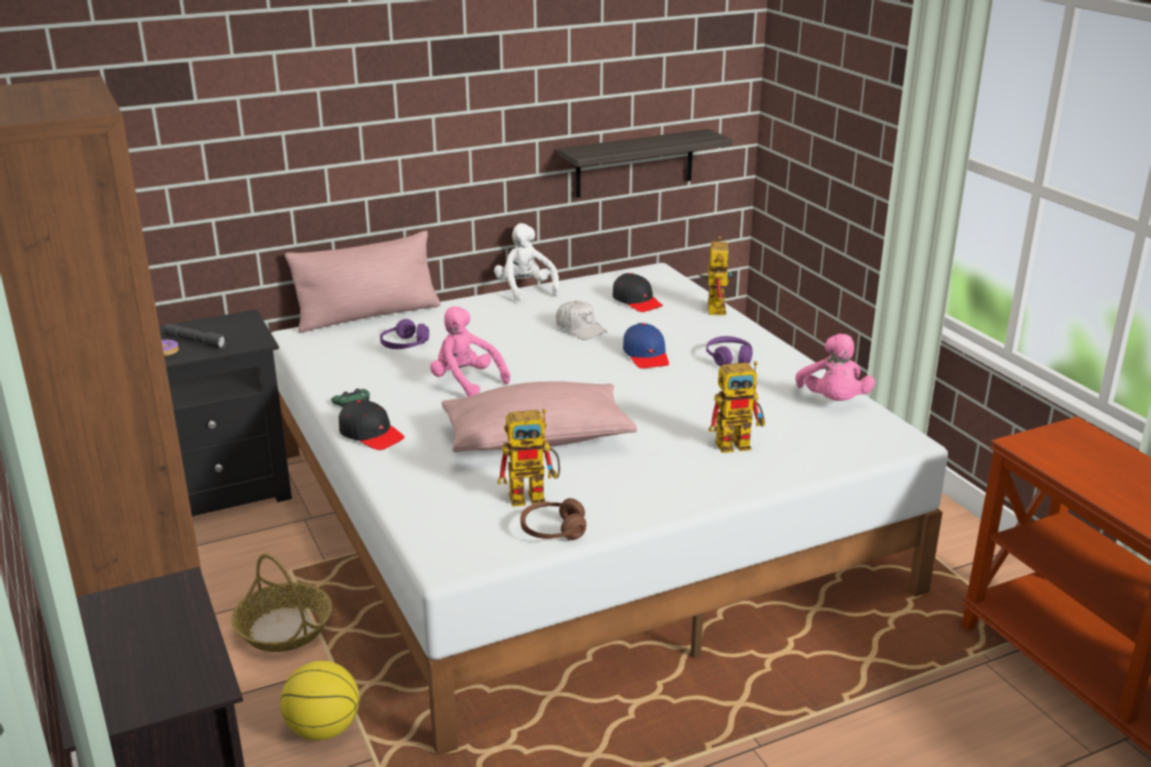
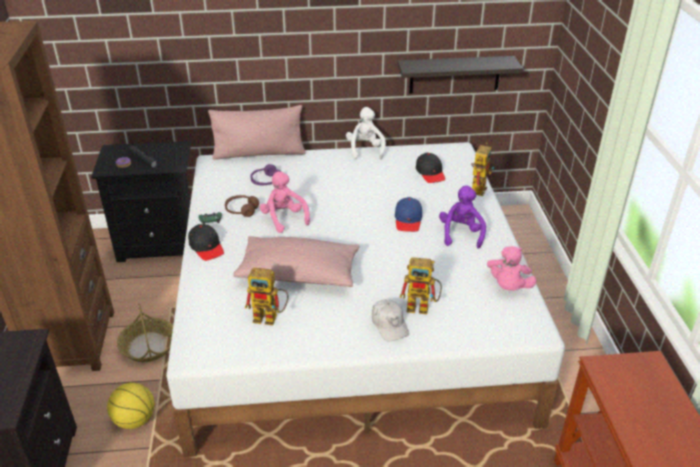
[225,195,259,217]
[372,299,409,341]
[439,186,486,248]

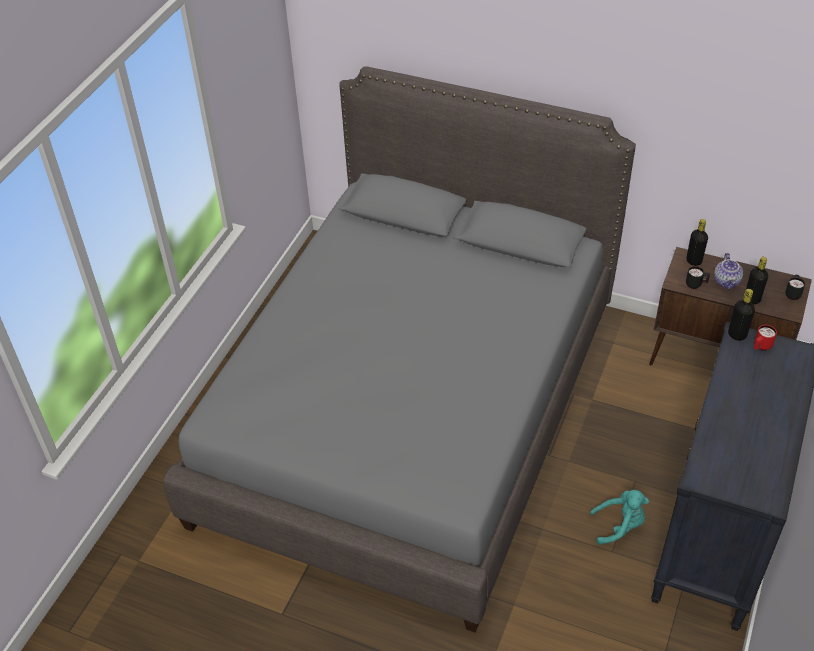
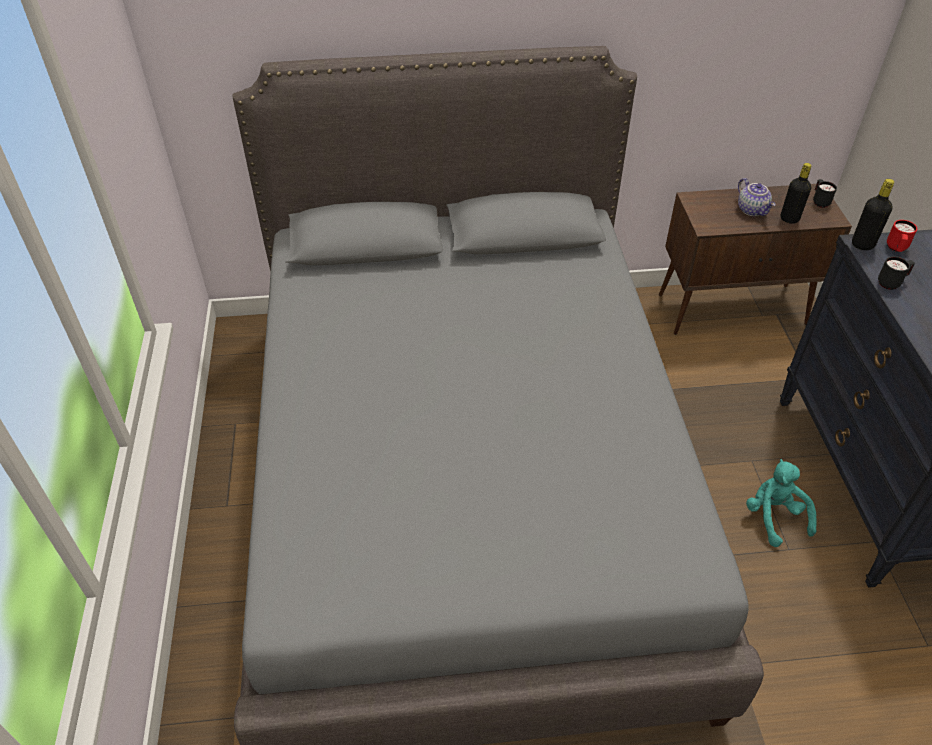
[746,459,817,547]
[878,256,915,290]
[687,219,708,266] (first image)

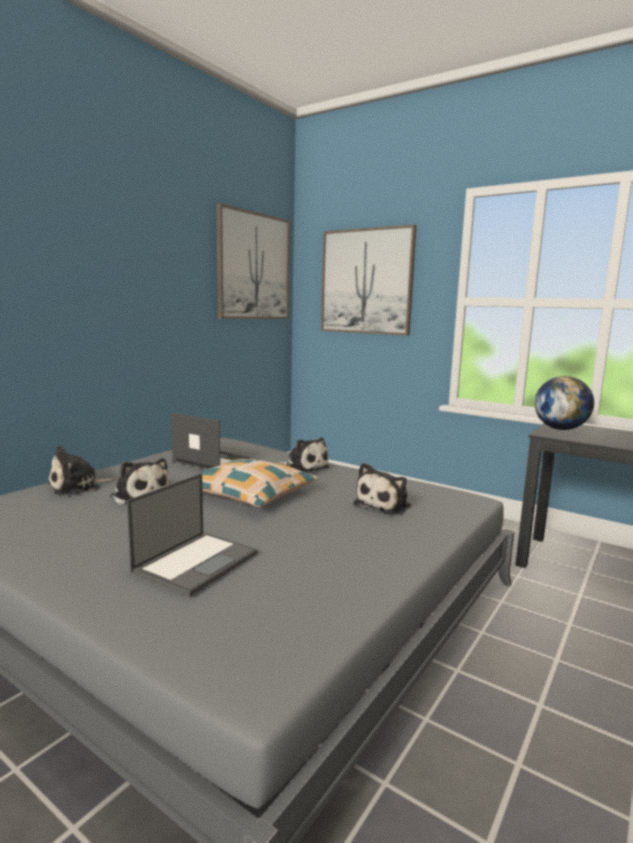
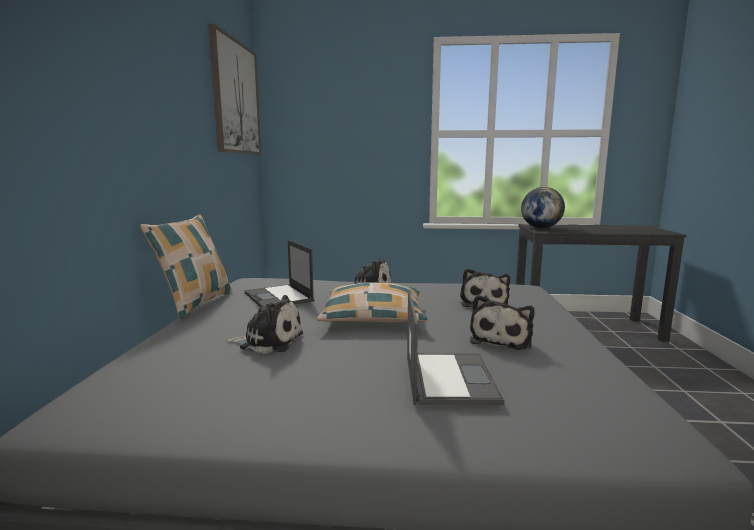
[140,214,232,320]
[245,240,314,307]
[470,295,534,350]
[321,225,417,336] (first image)

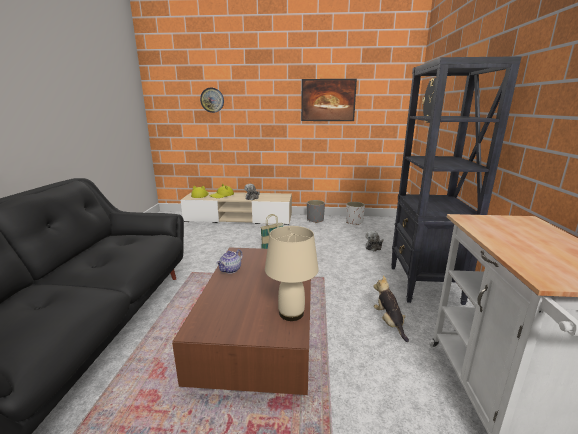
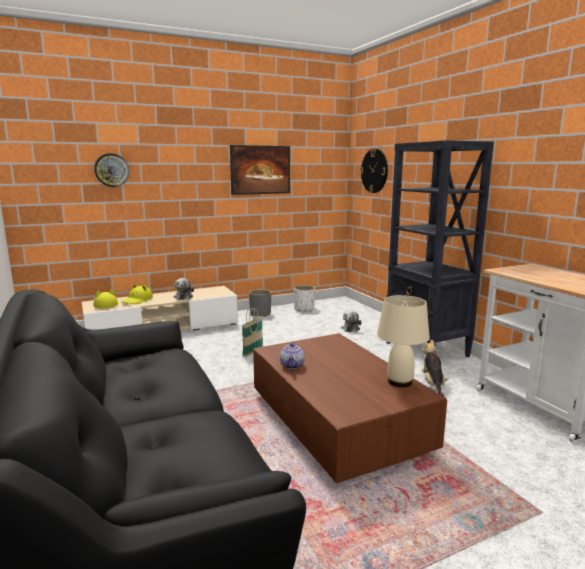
[422,340,449,397]

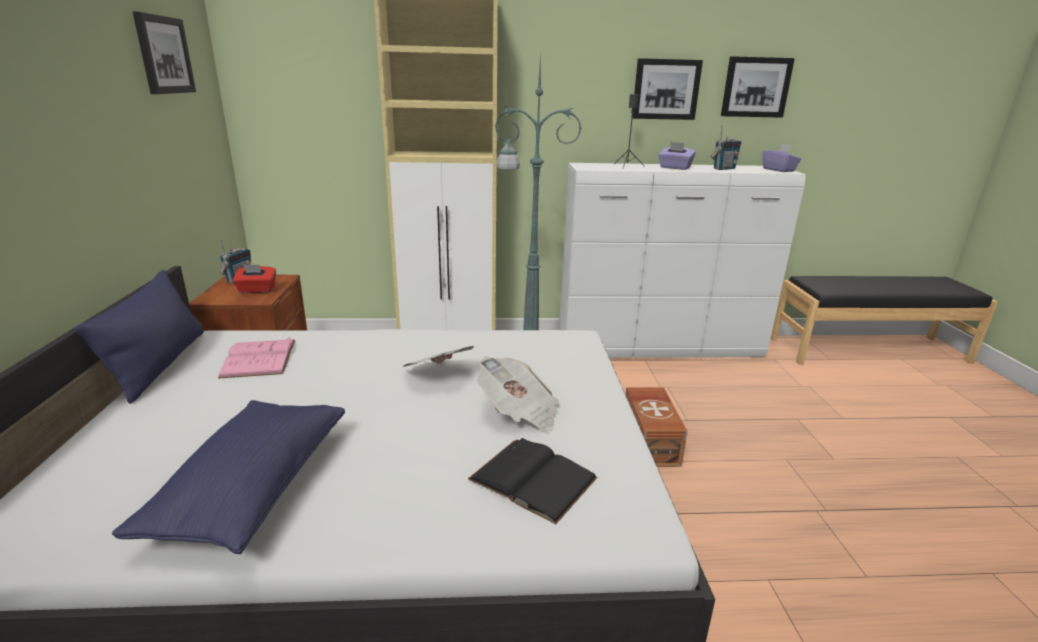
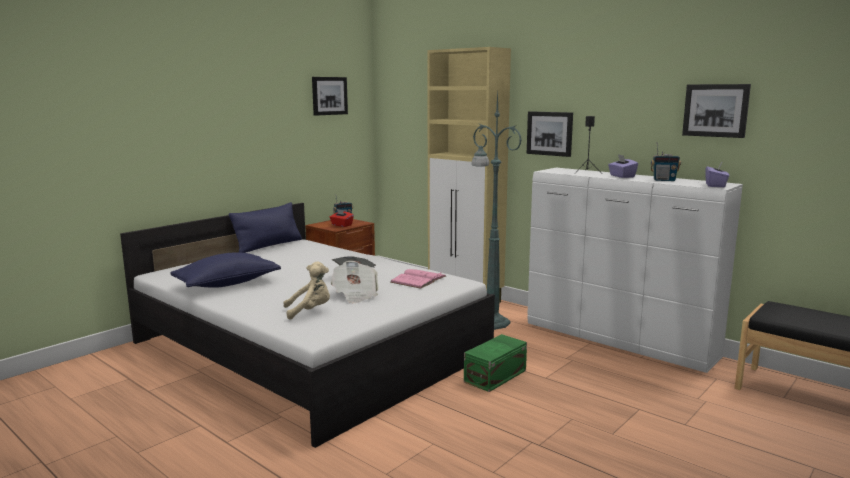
[283,261,330,320]
[390,269,446,289]
[464,334,527,392]
[527,111,573,157]

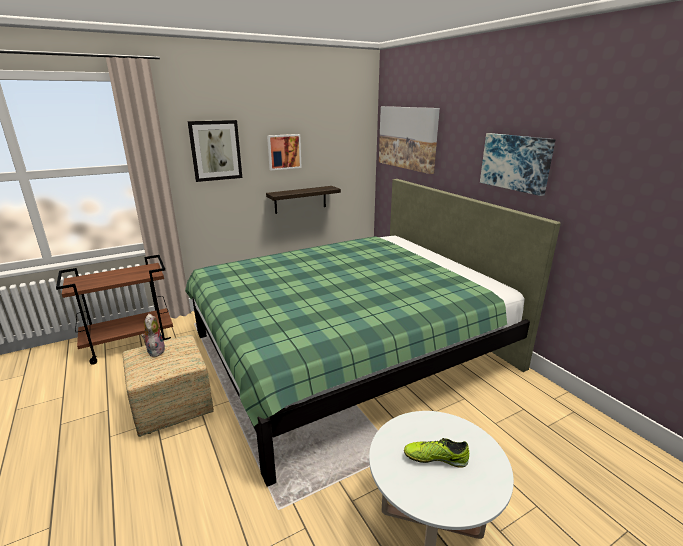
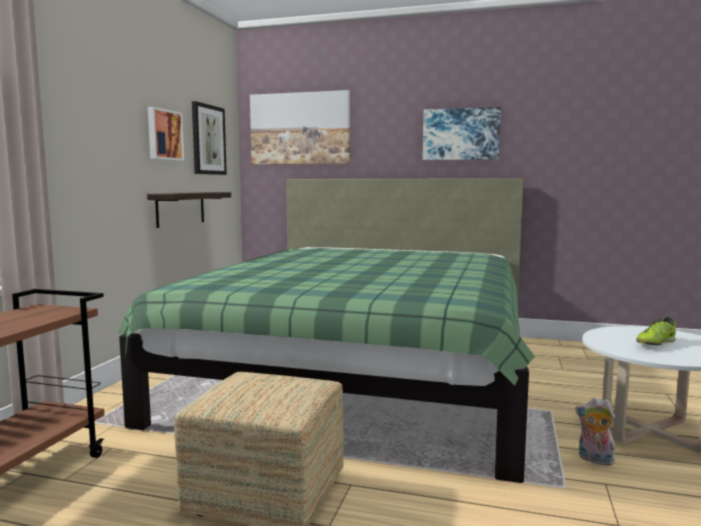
[192,101,227,175]
[575,398,618,466]

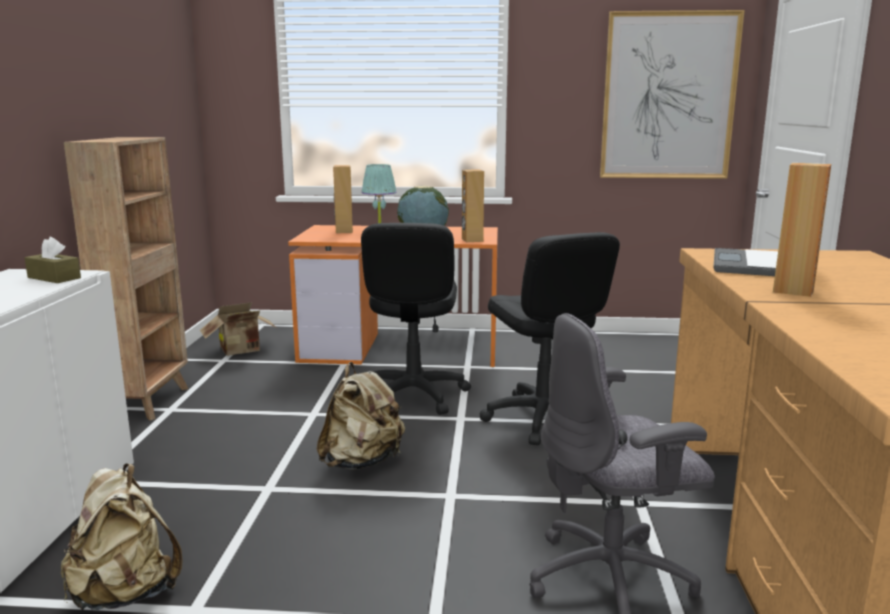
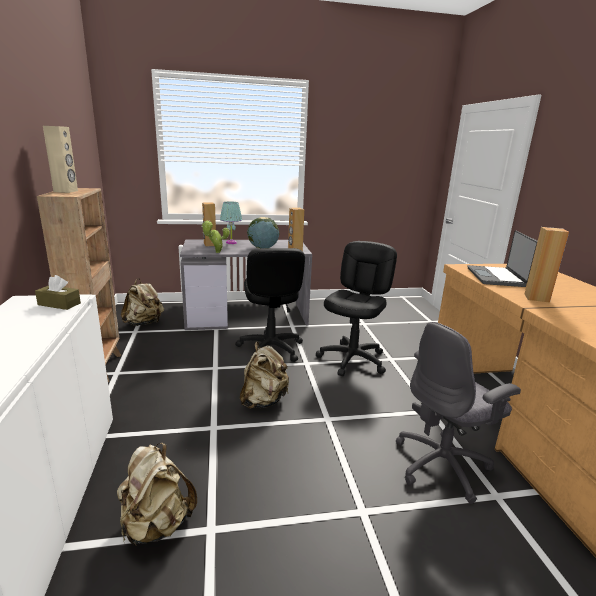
[43,126,78,193]
[121,278,164,326]
[180,240,312,330]
[201,221,230,253]
[316,241,397,376]
[600,10,745,179] (first image)

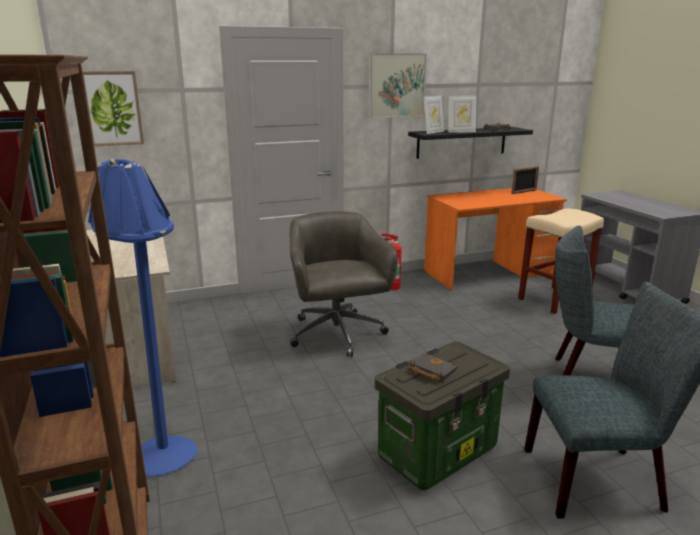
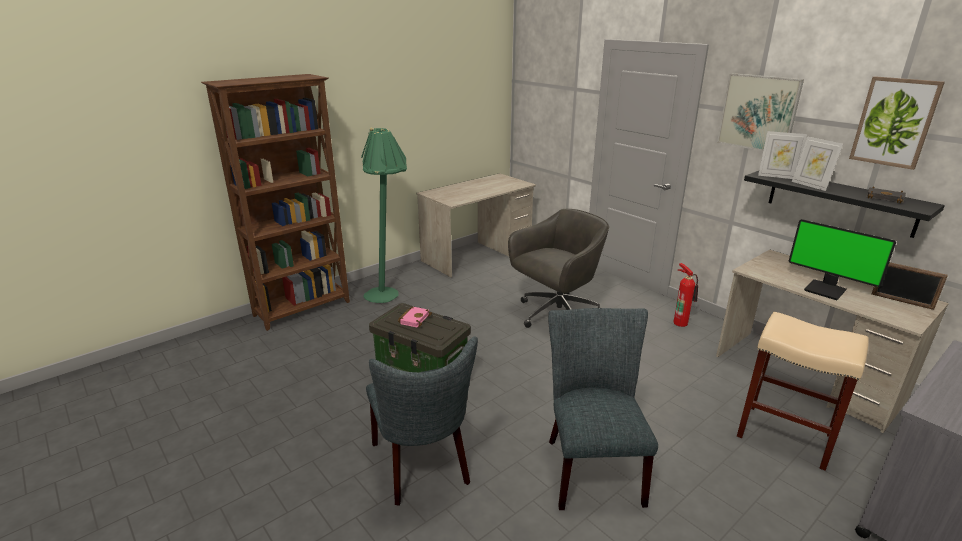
[361,128,407,303]
[398,307,432,327]
[716,250,949,433]
[789,219,896,300]
[849,76,945,170]

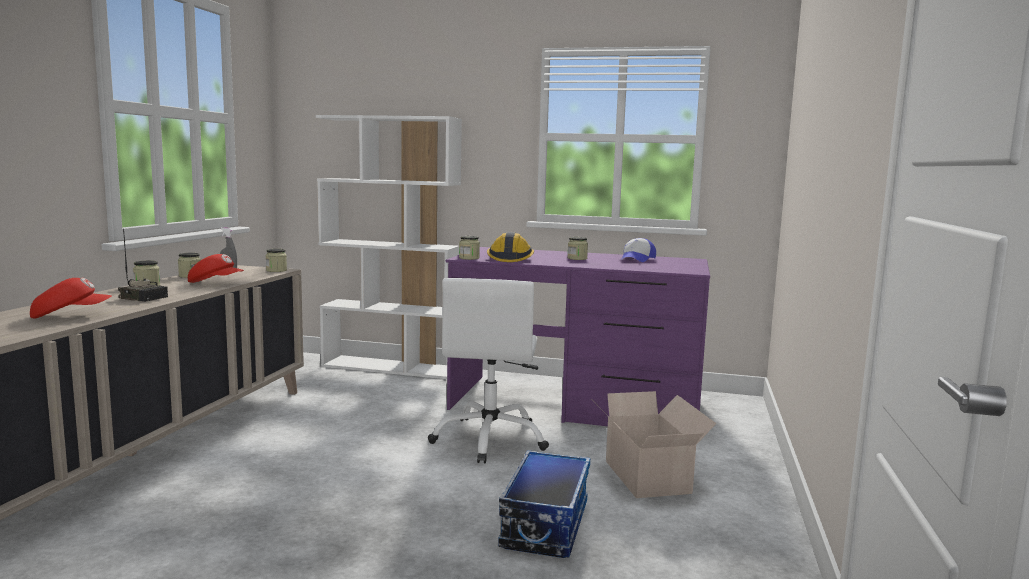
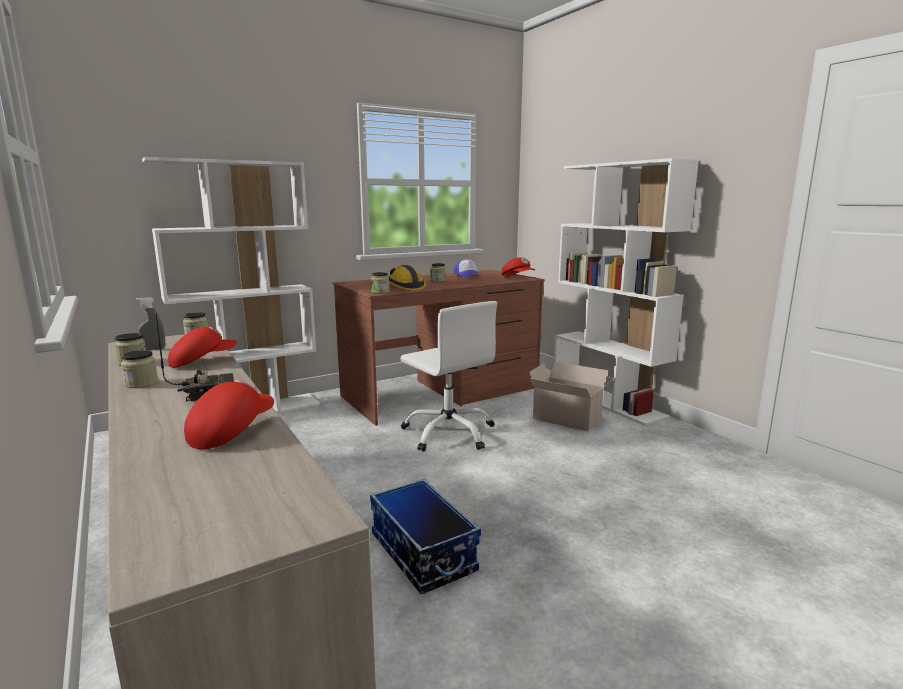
[332,270,545,426]
[370,479,481,594]
[501,257,535,276]
[554,158,699,426]

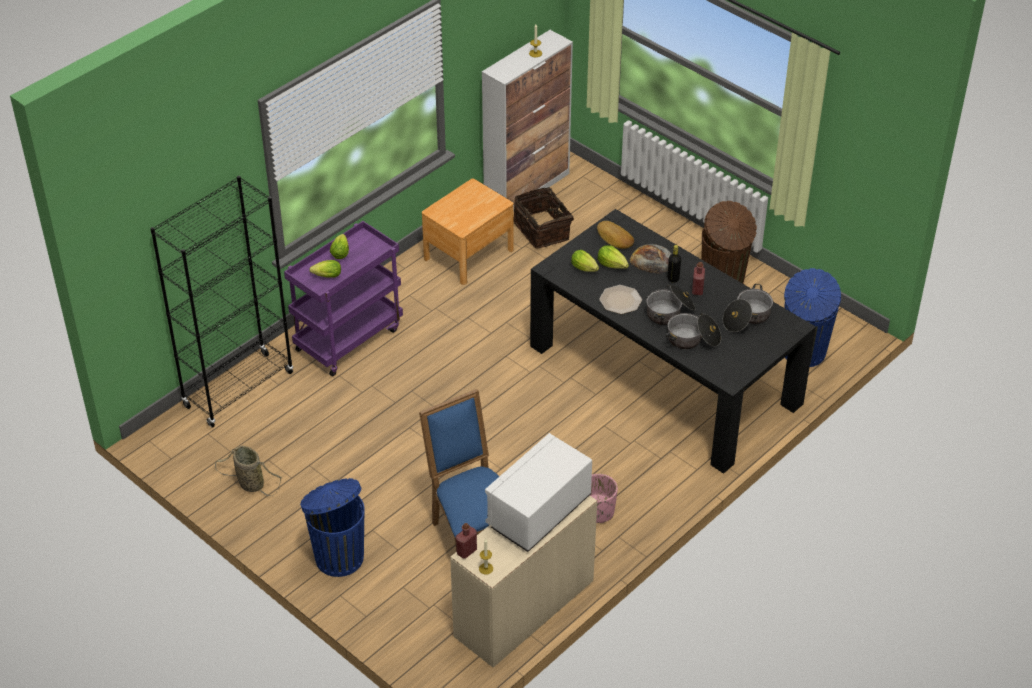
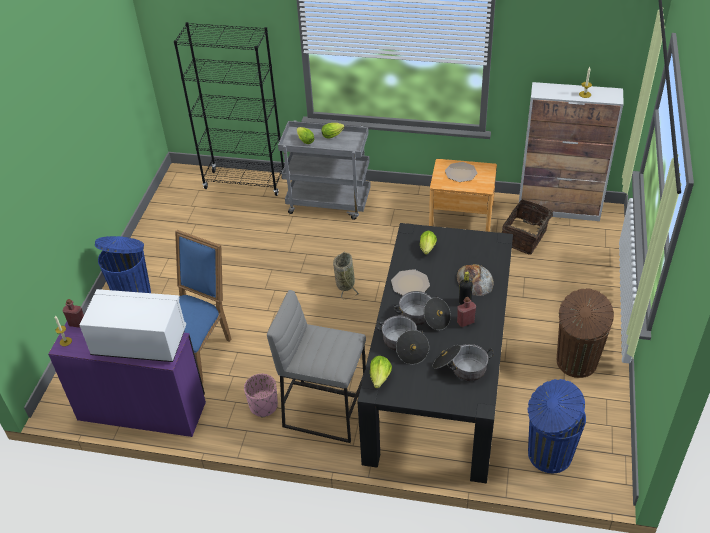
[48,322,206,437]
[267,290,366,443]
[278,120,371,220]
[333,252,359,300]
[370,356,392,388]
[445,162,477,182]
[597,221,634,249] (first image)

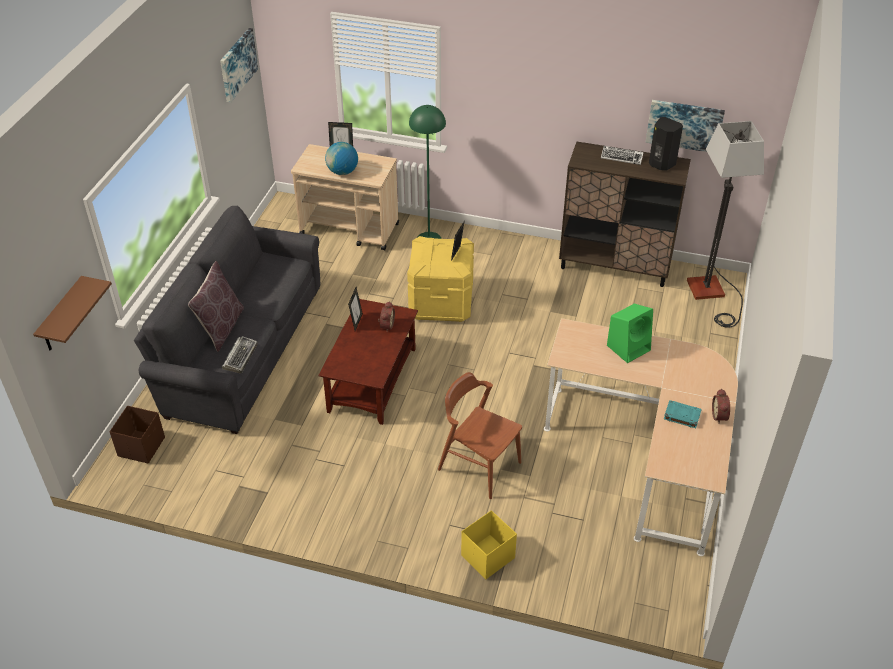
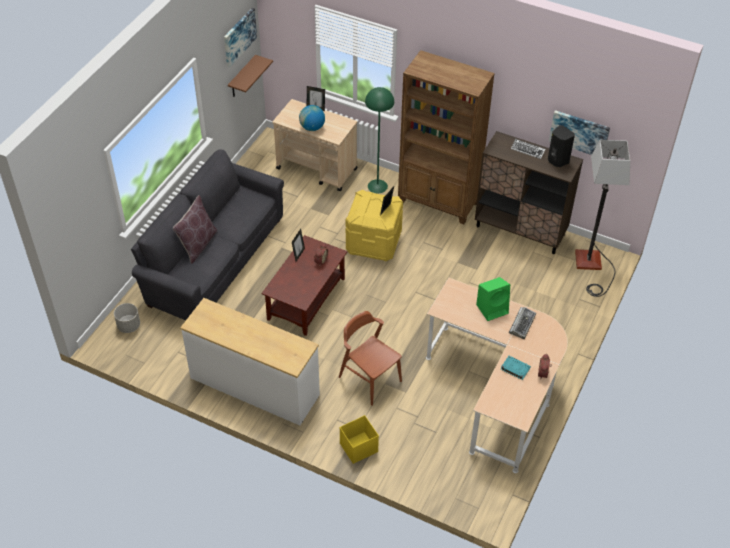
[114,303,140,333]
[180,298,320,426]
[228,55,273,97]
[398,50,495,224]
[509,307,536,339]

